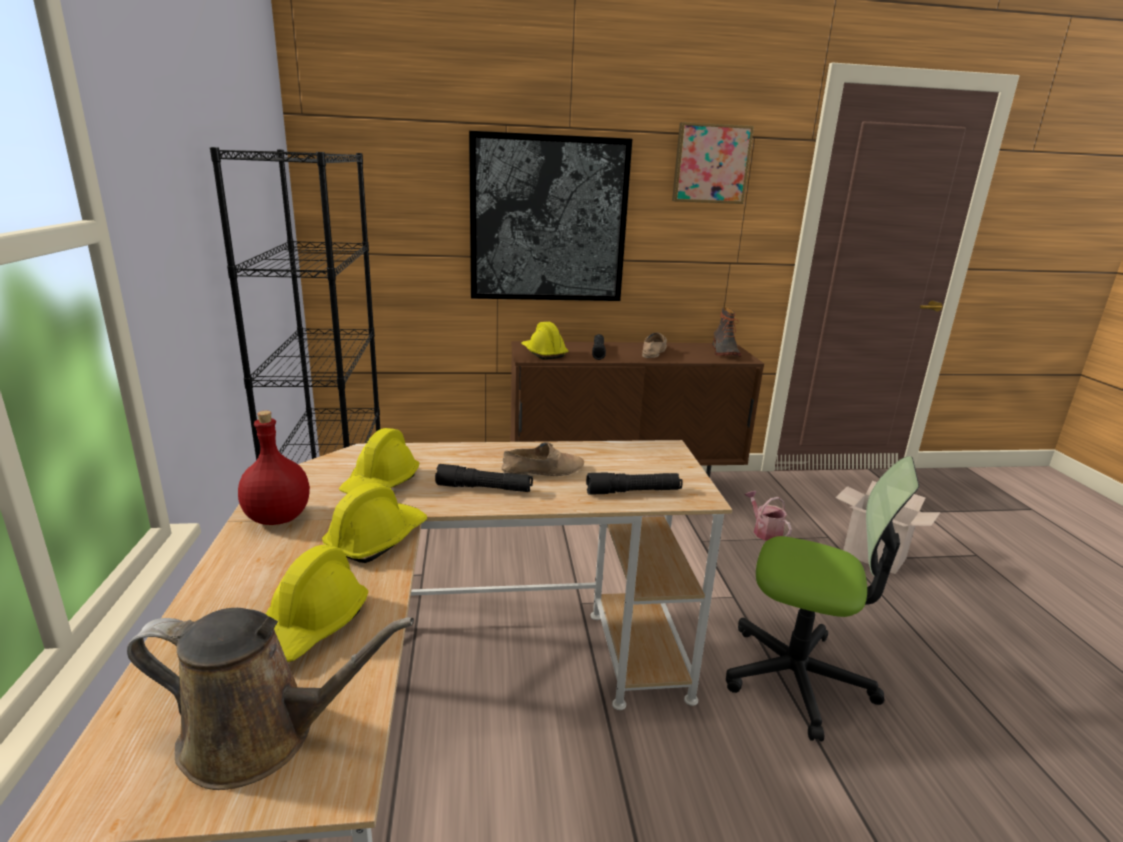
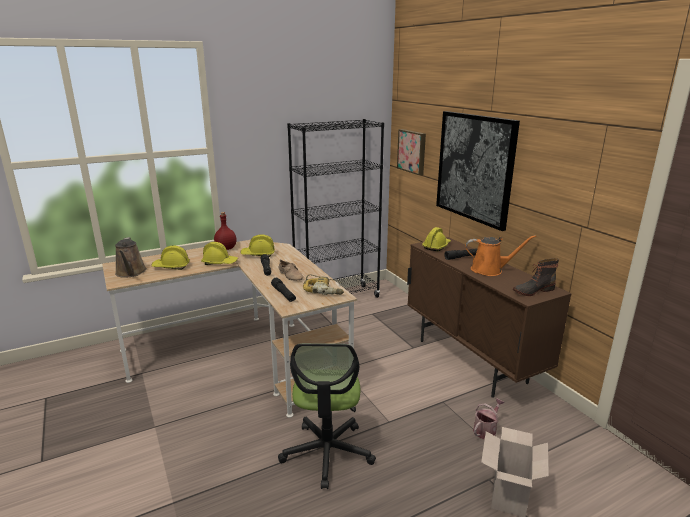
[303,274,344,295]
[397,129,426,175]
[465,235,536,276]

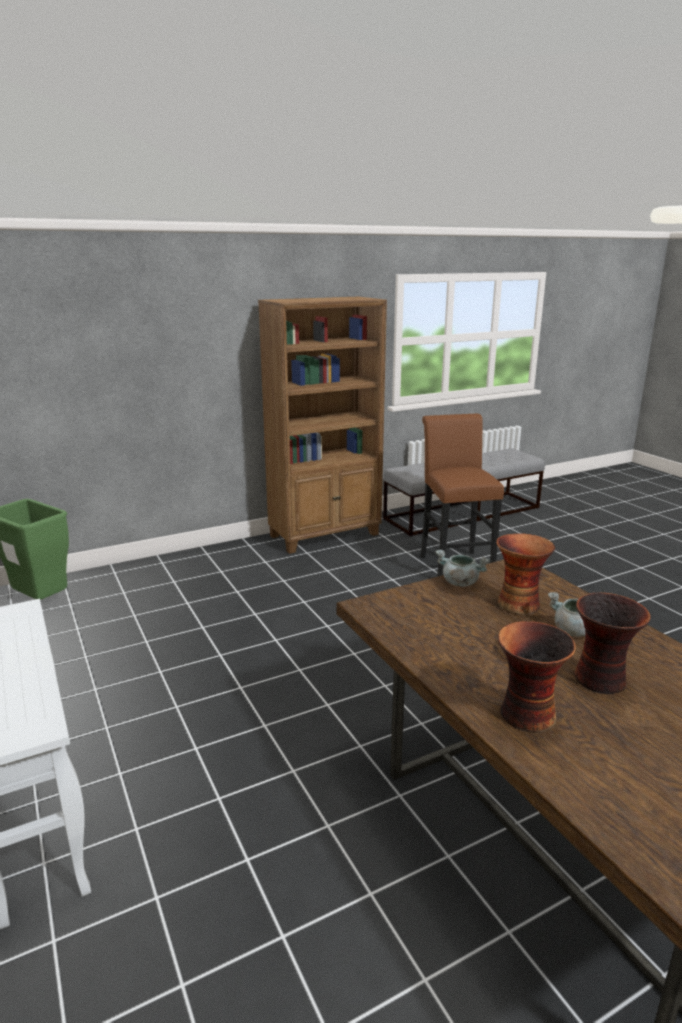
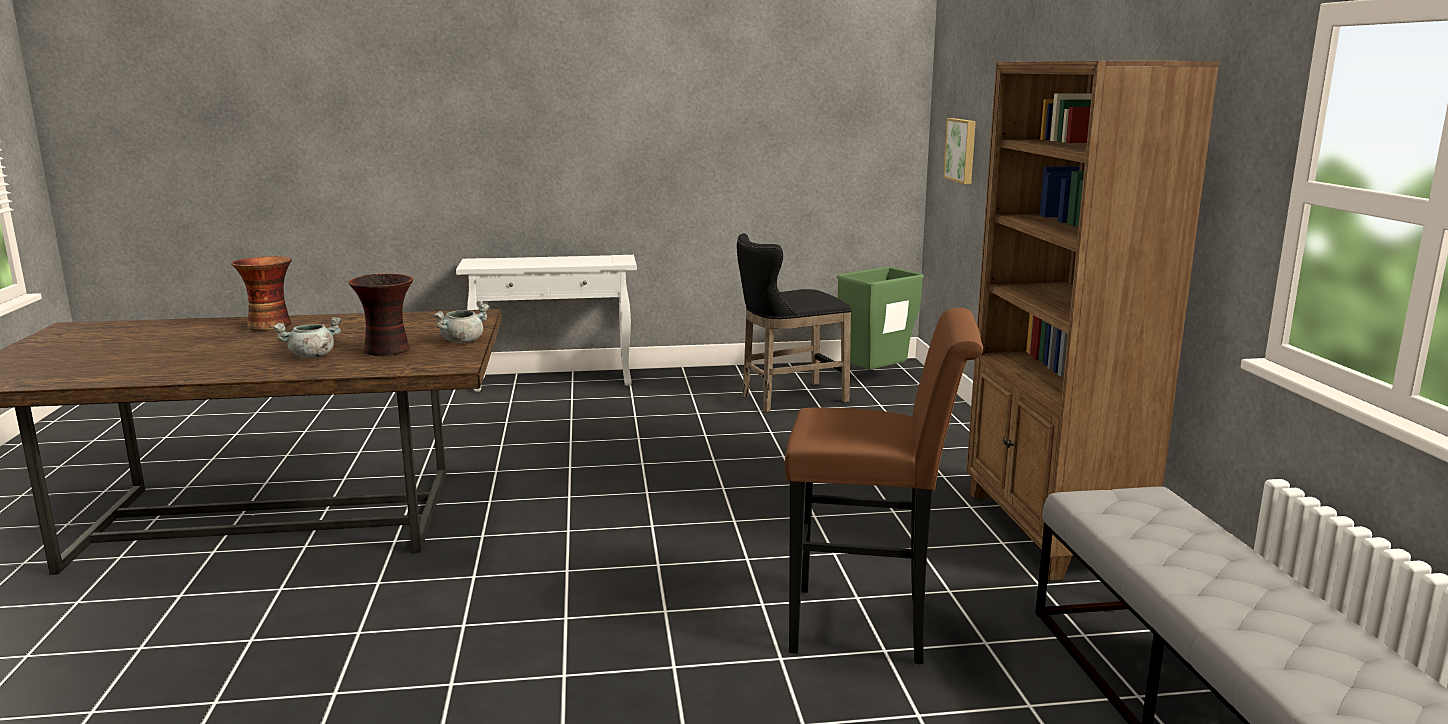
[737,233,852,412]
[943,118,976,184]
[574,593,651,694] (first image)

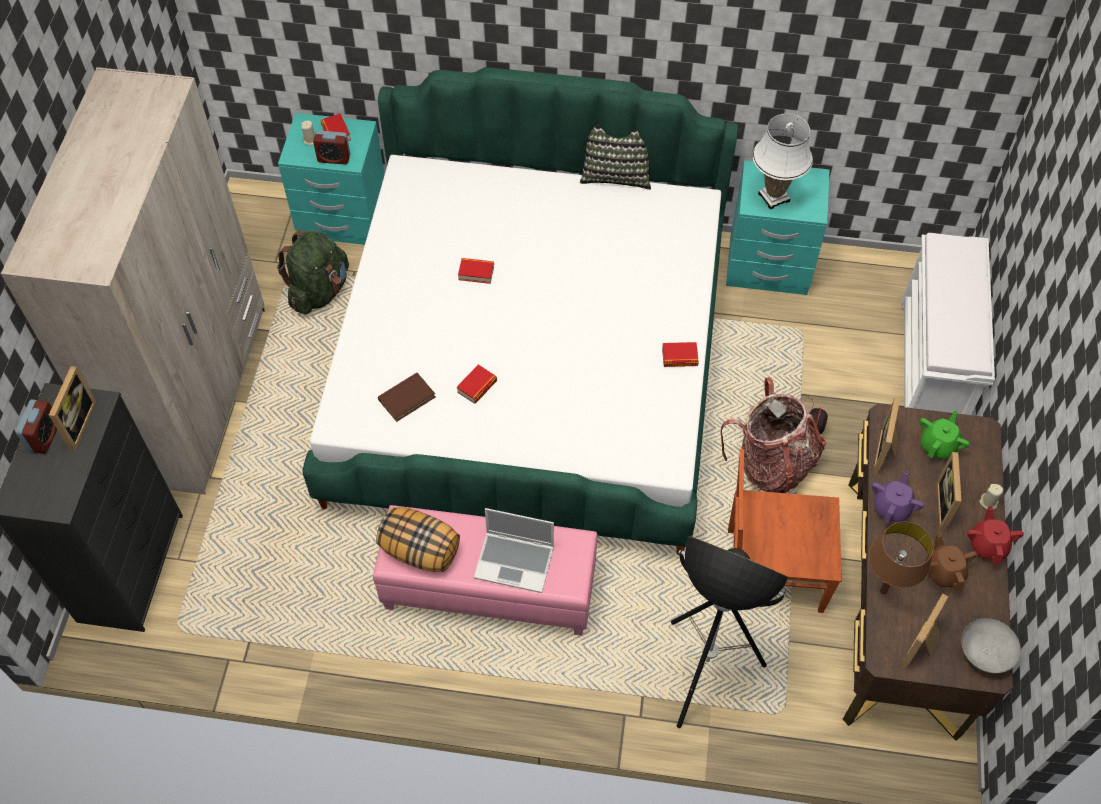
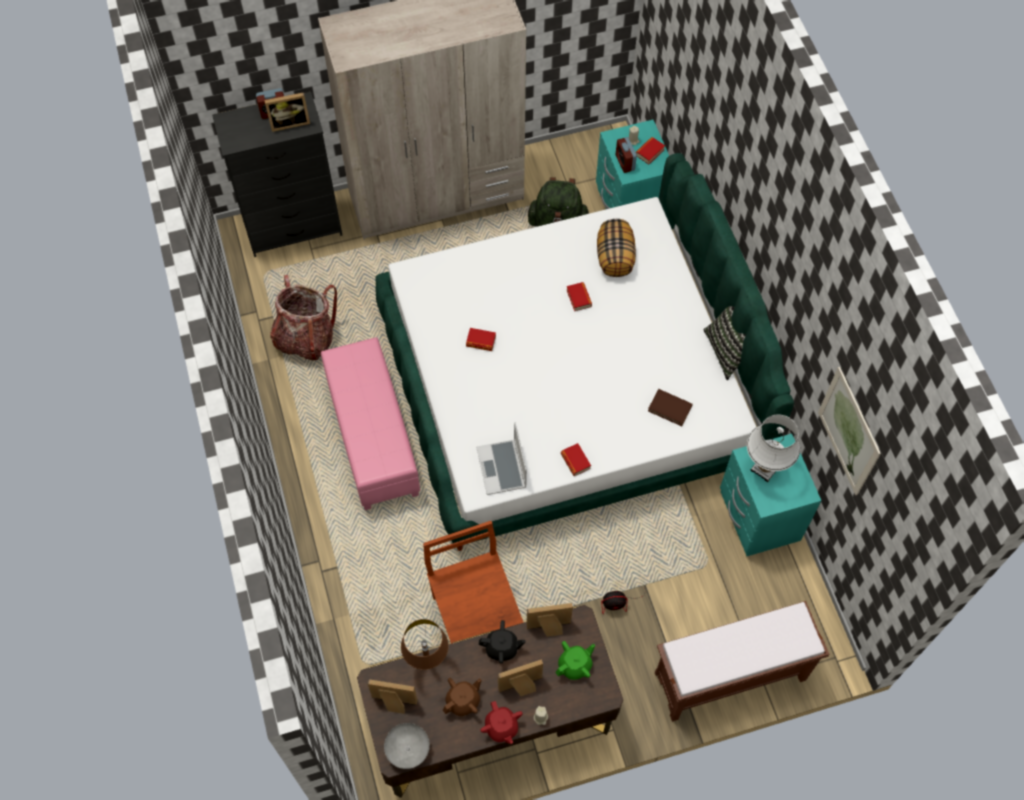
[270,275,337,361]
[476,422,527,495]
[479,620,526,663]
[480,701,523,744]
[556,641,595,680]
[597,219,636,277]
[648,389,693,426]
[655,601,829,722]
[818,367,881,495]
[671,536,788,728] (first image)

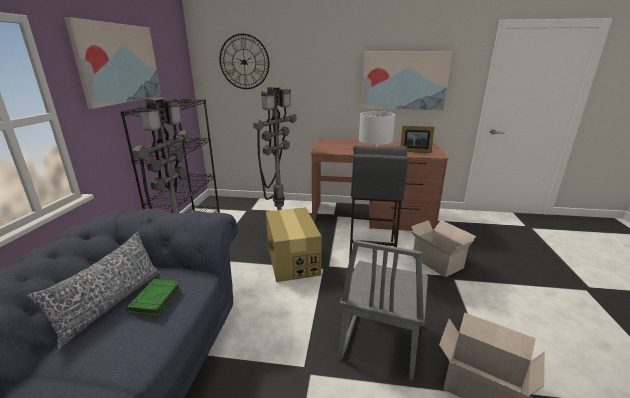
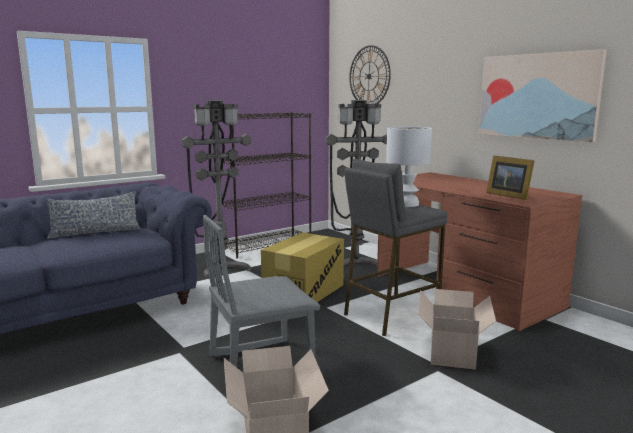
[64,17,161,109] (first image)
[126,279,181,316] (first image)

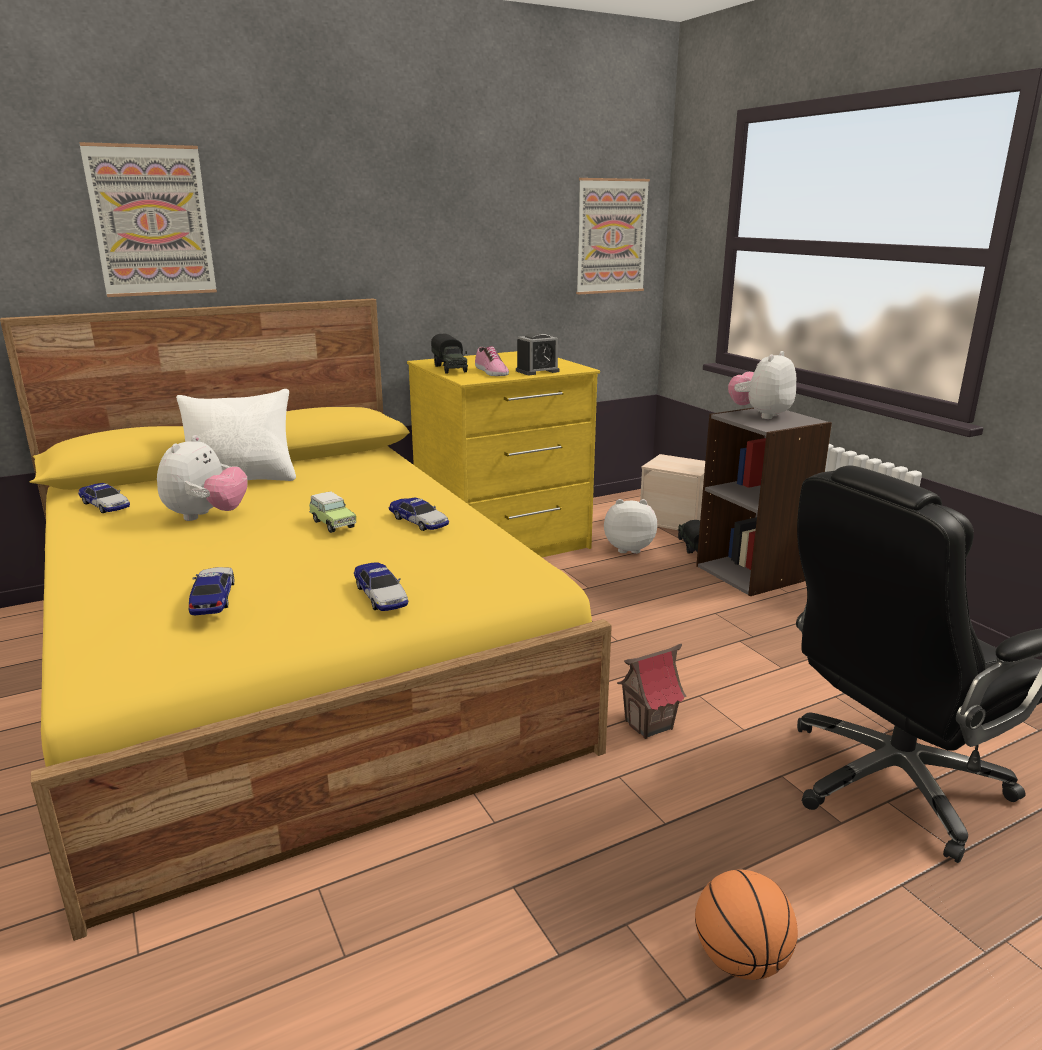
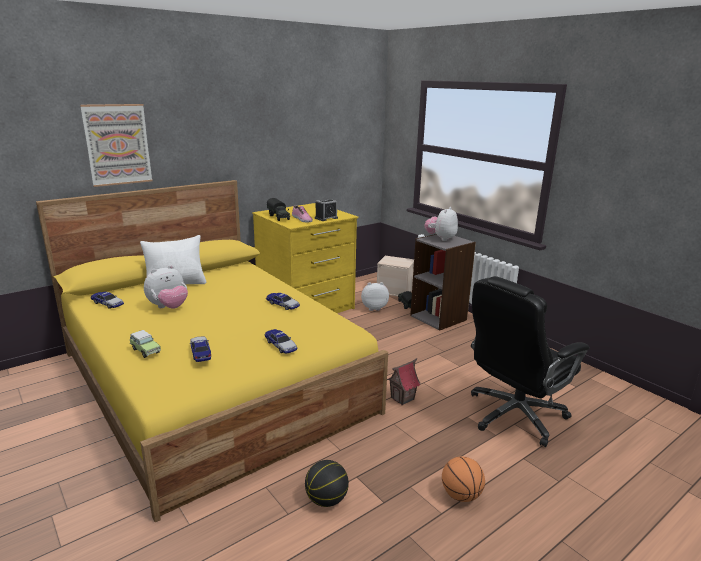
[130,330,161,358]
[144,265,188,309]
[305,460,349,507]
[576,178,650,294] (first image)

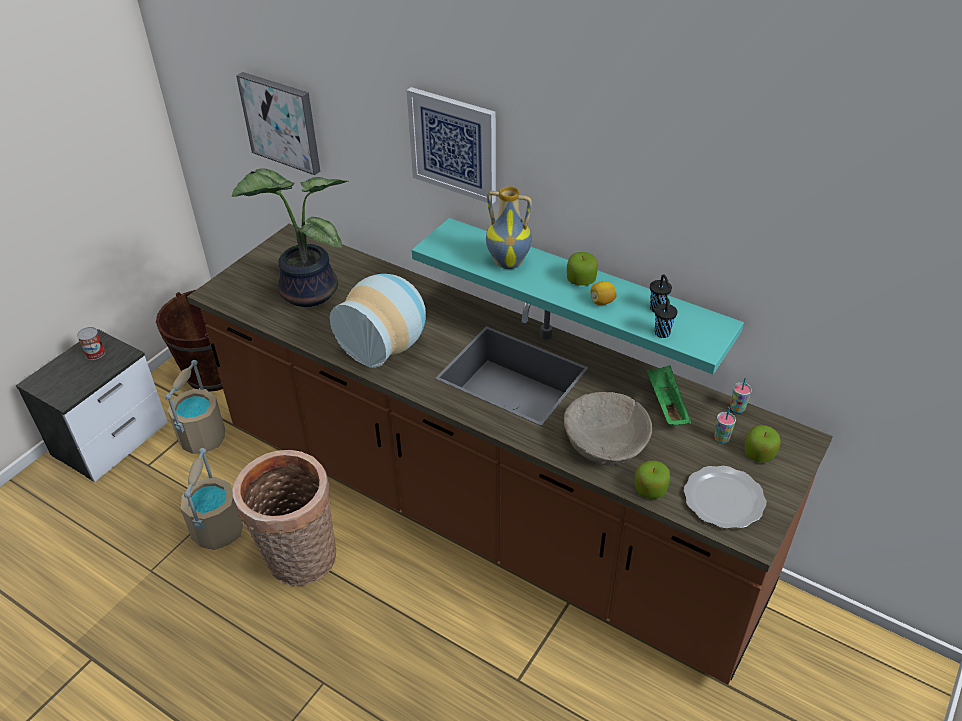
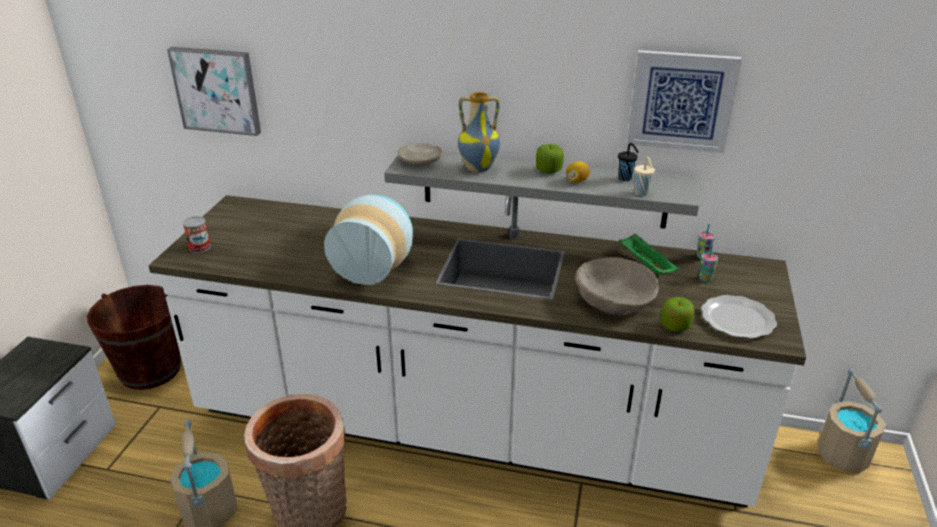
[148,195,806,508]
[183,216,211,253]
[384,151,699,228]
[398,143,443,165]
[627,50,742,153]
[634,156,655,196]
[818,369,886,473]
[232,168,349,307] (first image)
[745,425,780,463] (first image)

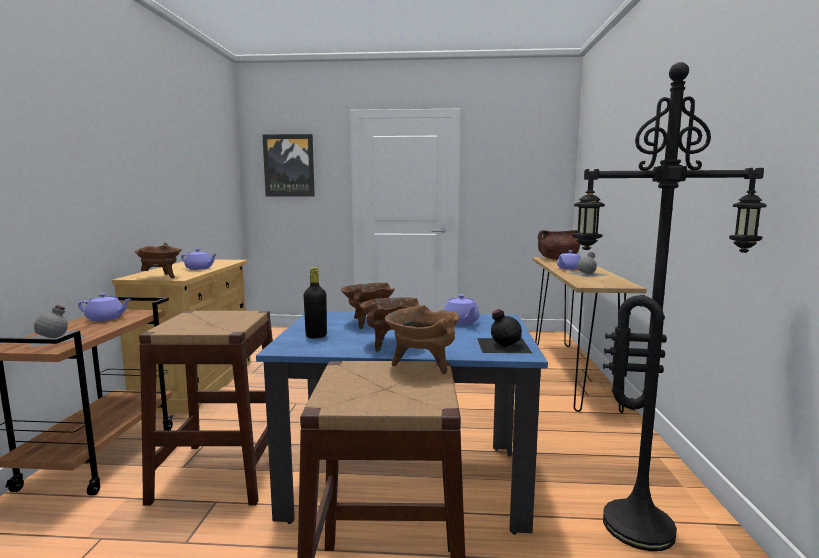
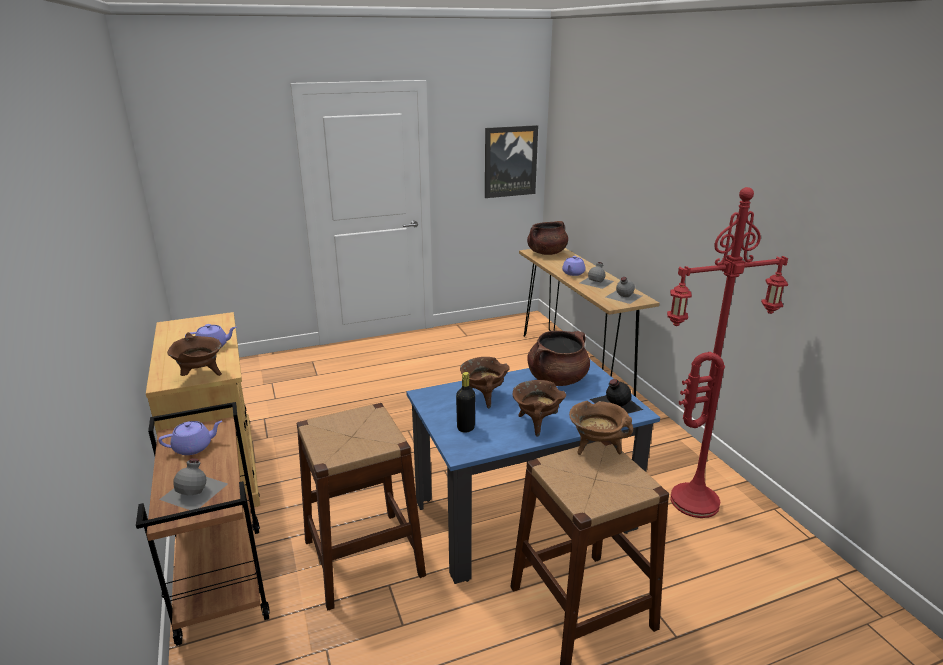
[485,125,538,198]
[527,331,590,386]
[606,277,642,304]
[667,187,788,518]

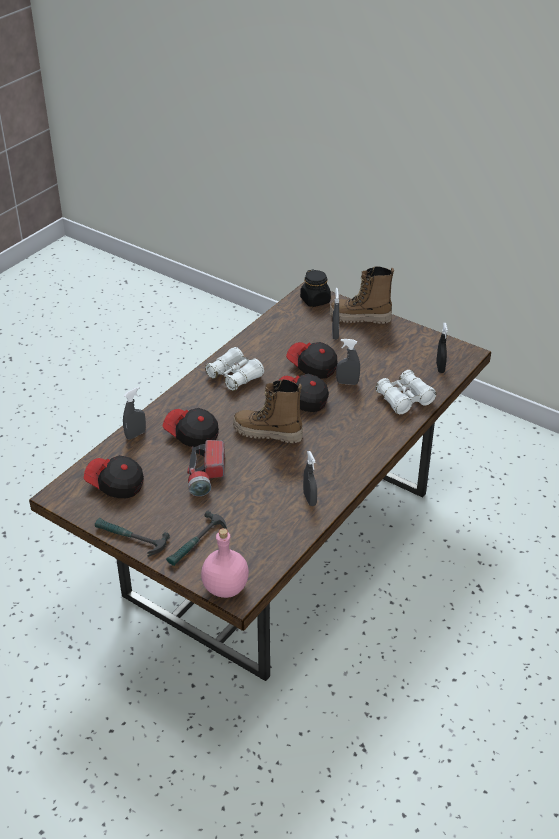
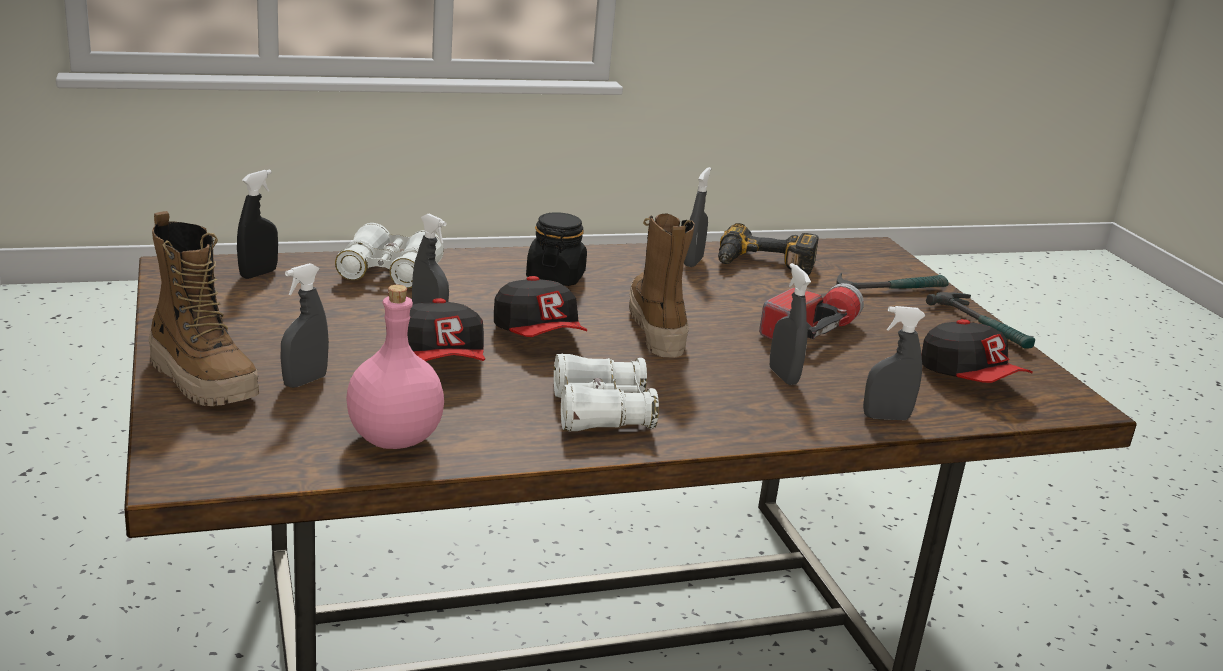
[346,285,444,449]
[526,212,587,286]
[629,213,695,358]
[718,223,818,275]
[770,263,811,385]

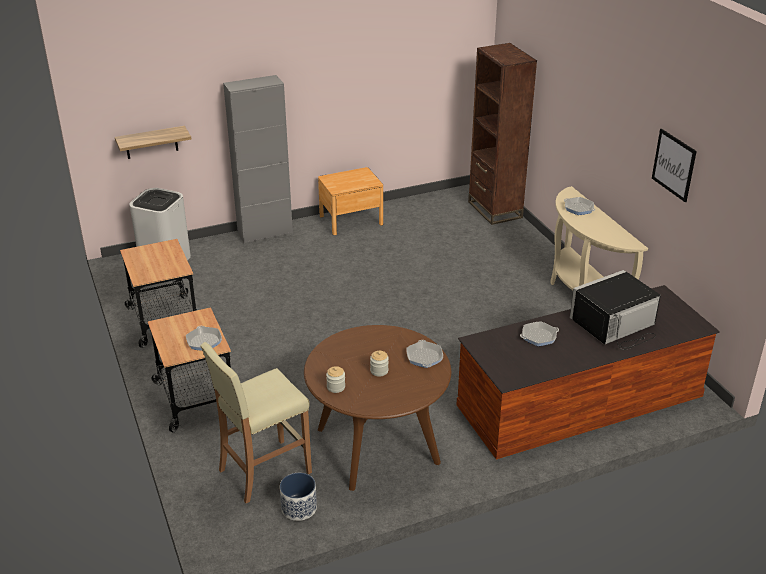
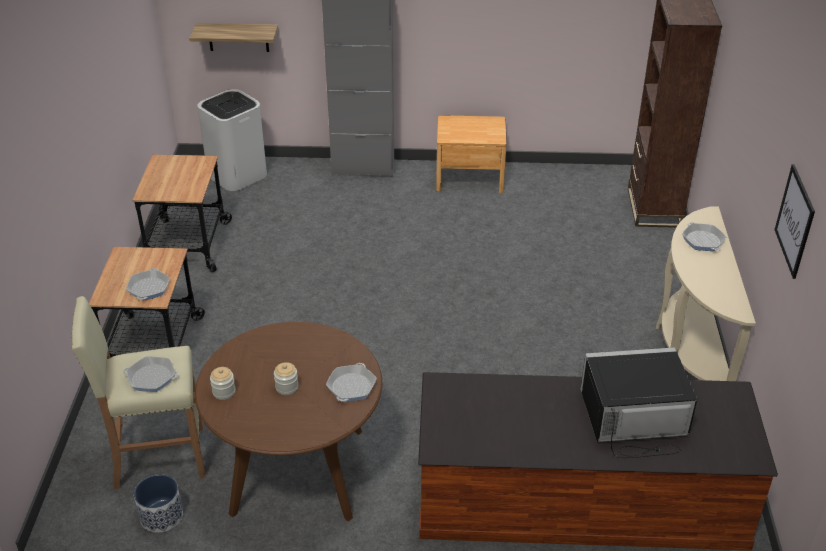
[123,356,178,392]

